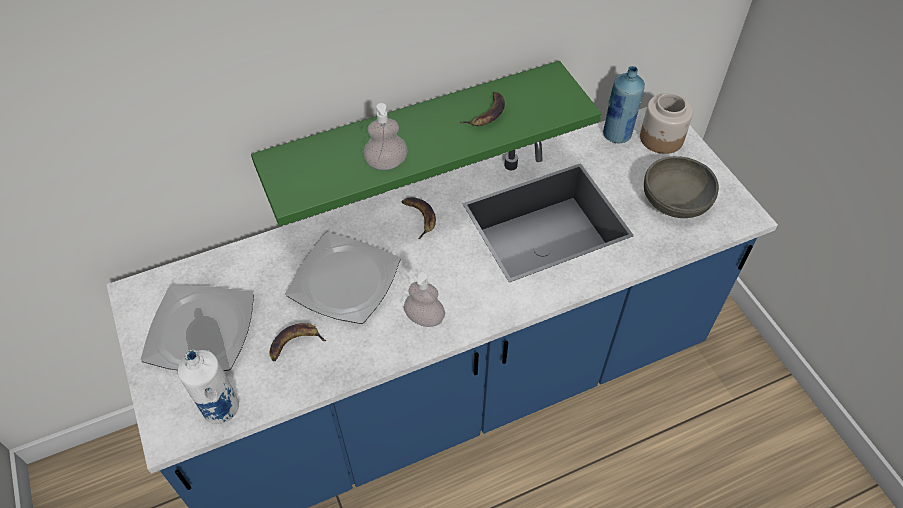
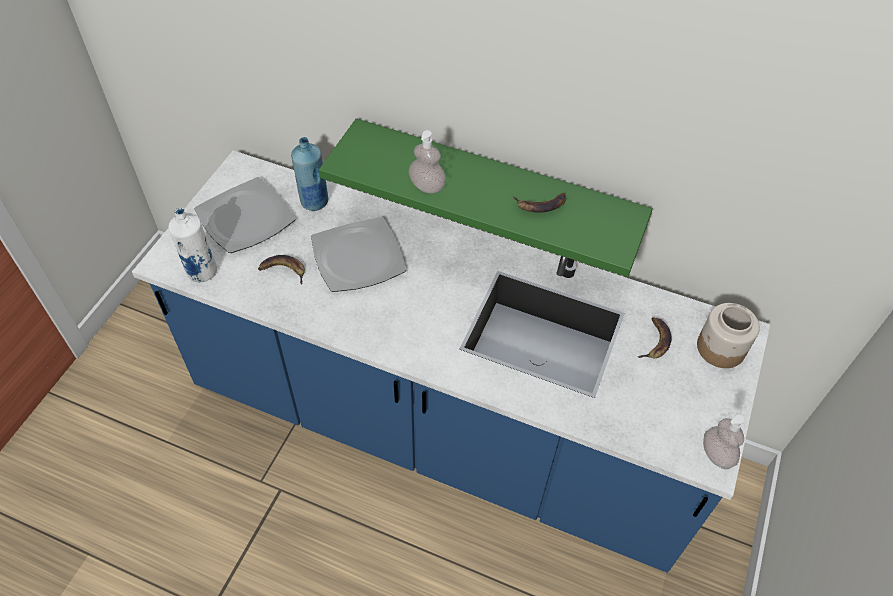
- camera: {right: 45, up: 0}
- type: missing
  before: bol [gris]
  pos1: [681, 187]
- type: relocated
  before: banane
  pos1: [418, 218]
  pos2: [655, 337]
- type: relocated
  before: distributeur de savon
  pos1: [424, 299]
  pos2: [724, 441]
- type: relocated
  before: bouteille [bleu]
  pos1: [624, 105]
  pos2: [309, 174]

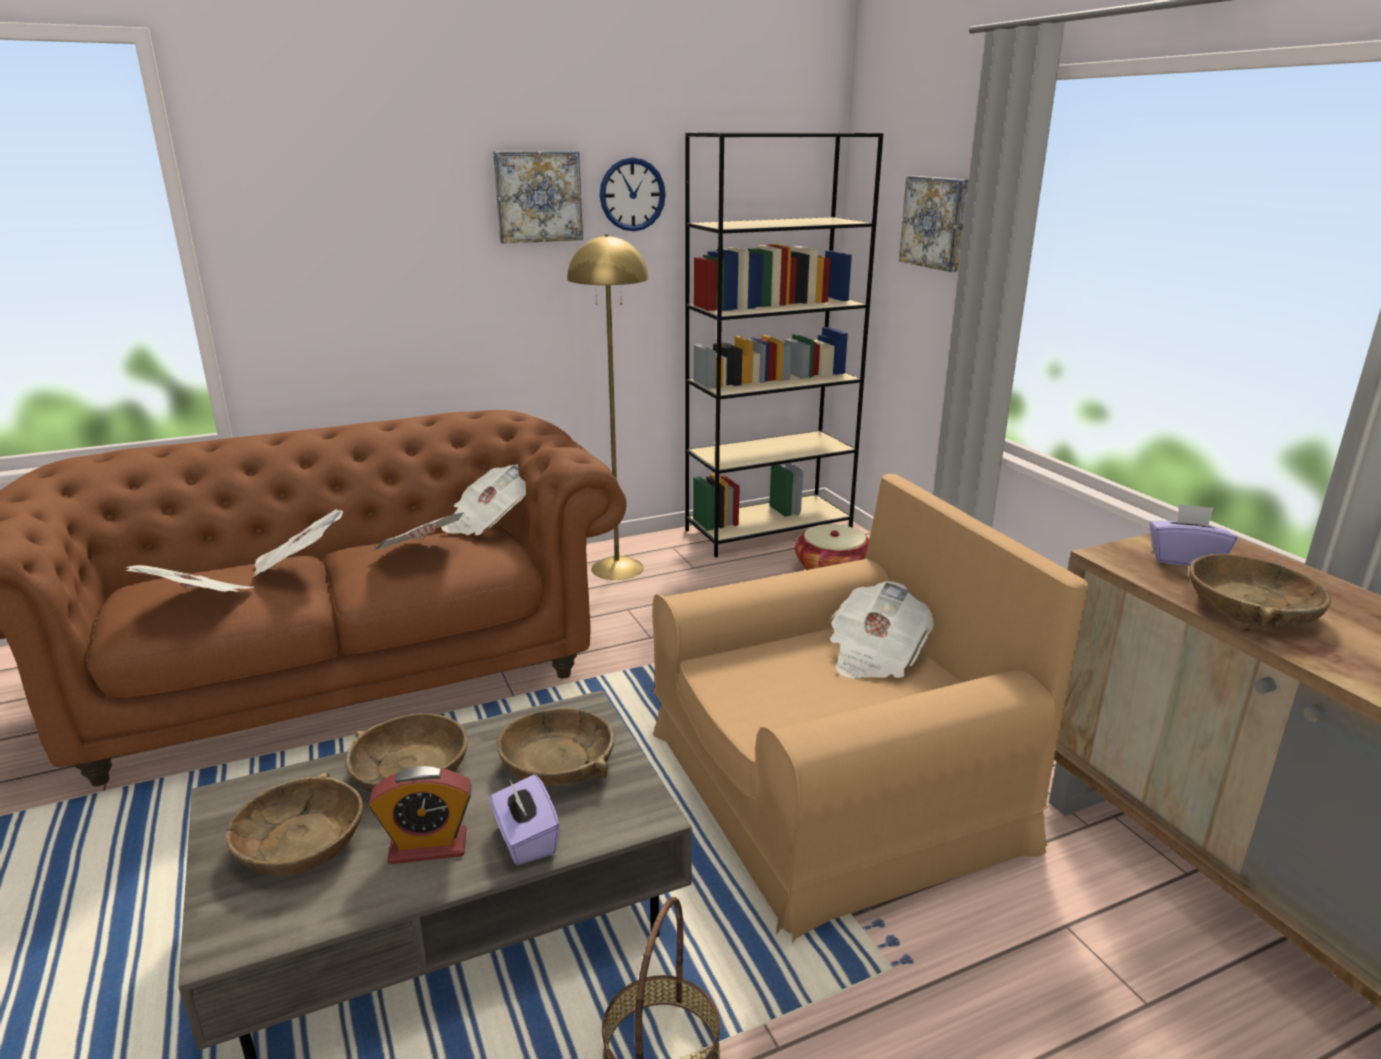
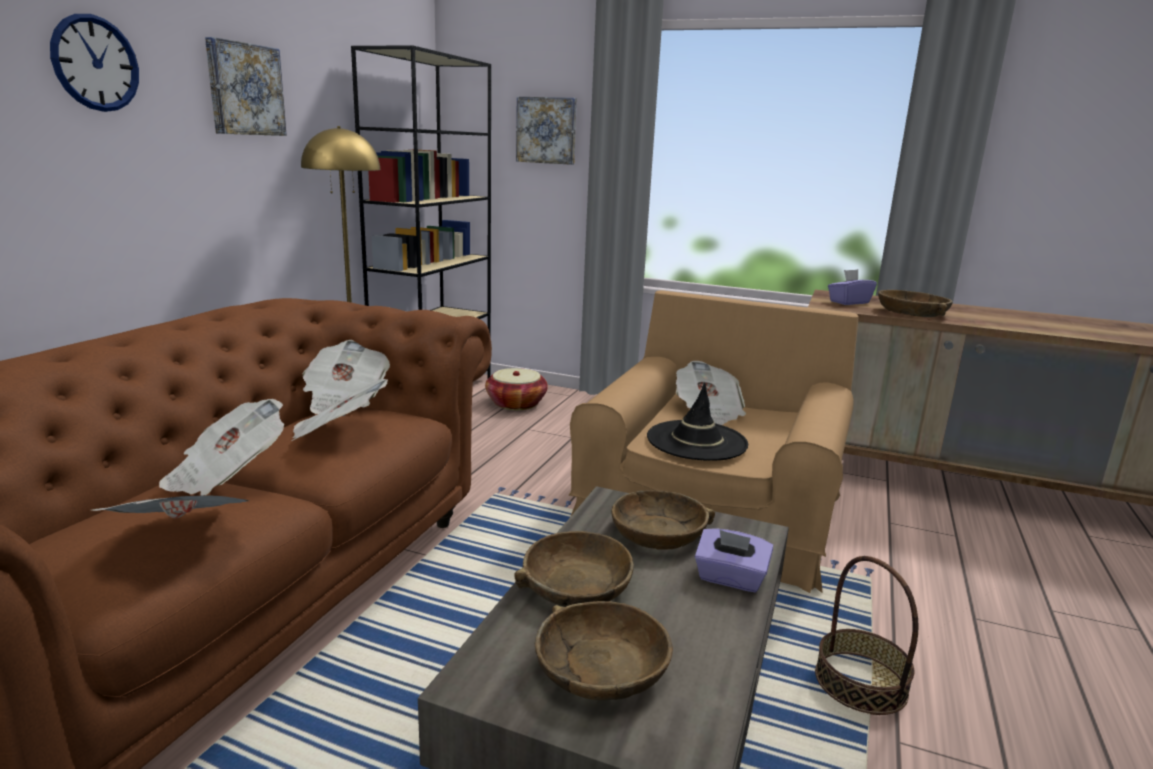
- camera: {right: -45, up: -5}
- type: missing
  before: réveil
  pos1: [420, 815]
- type: appeared
  after: chapeau [noir]
  pos2: [697, 421]
- type: relocated
  before: horloge murale
  pos1: [633, 194]
  pos2: [94, 63]

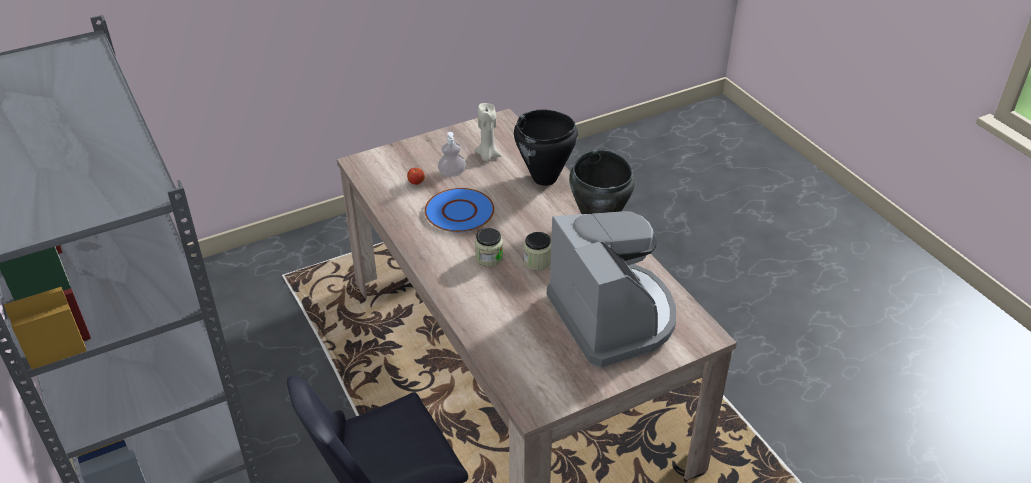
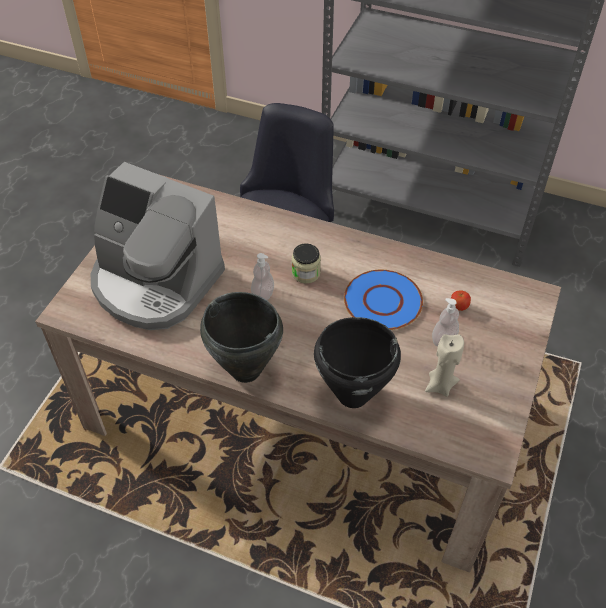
- camera: {right: 140, up: 10}
- type: exchanged
  before: bocal
  after: distributeur de savon
  pos1: [537, 251]
  pos2: [262, 276]

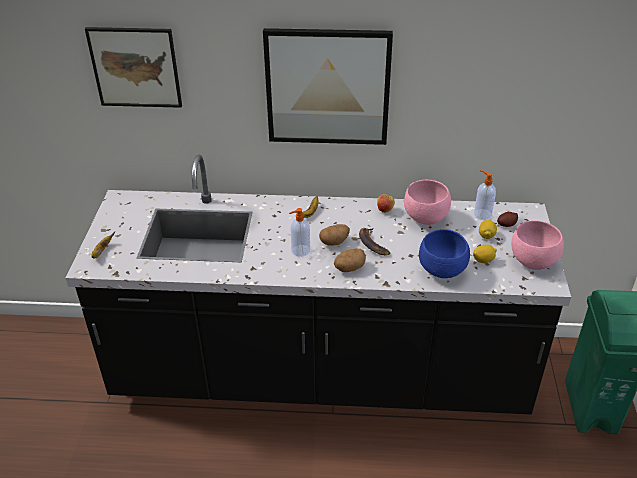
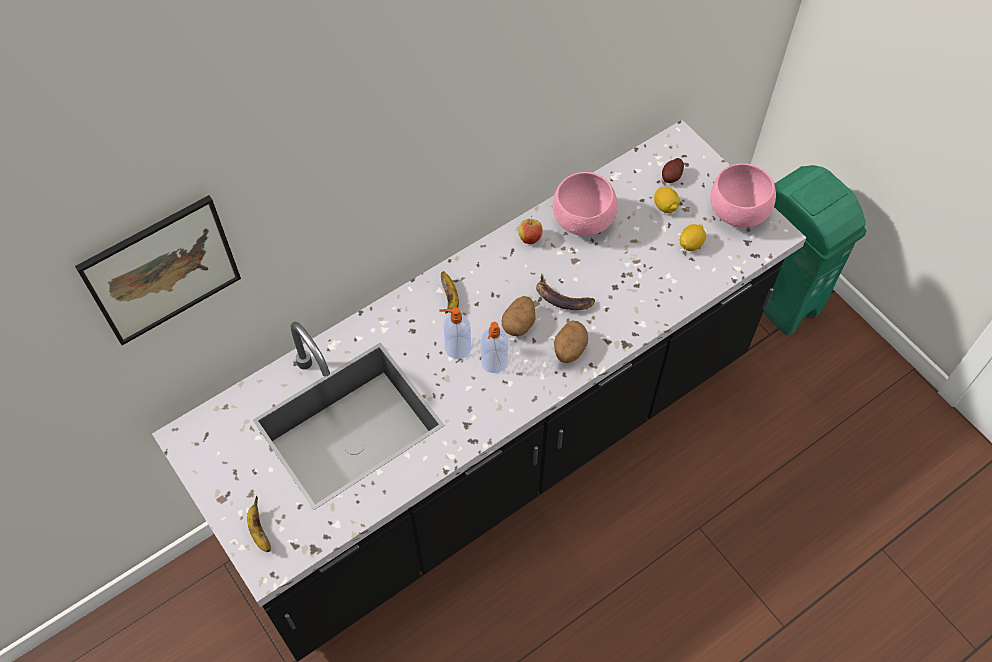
- camera: {right: -40, up: 20}
- type: missing
  before: tableau
  pos1: [328, 86]
- type: missing
  before: bol [bleu]
  pos1: [444, 253]
- type: relocated
  before: distributeur de savon
  pos1: [485, 195]
  pos2: [455, 333]

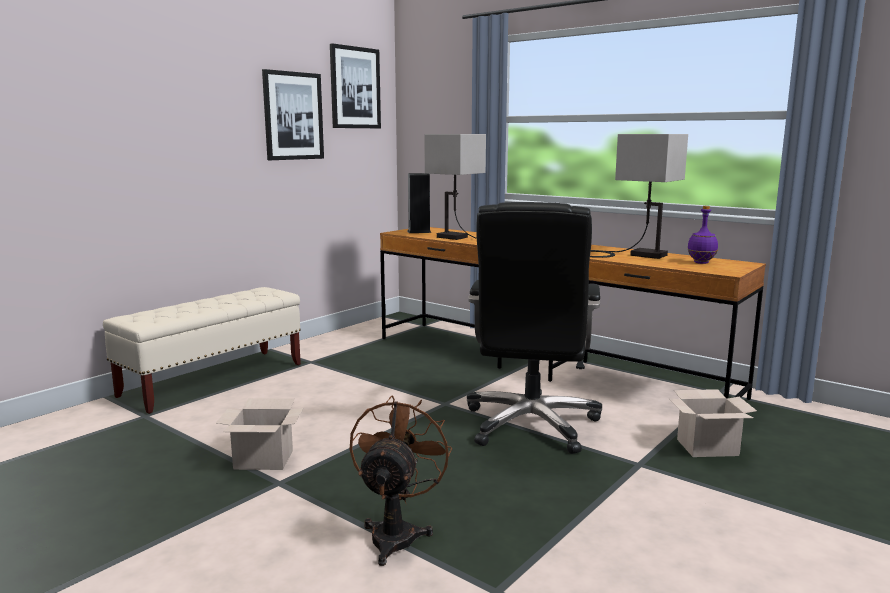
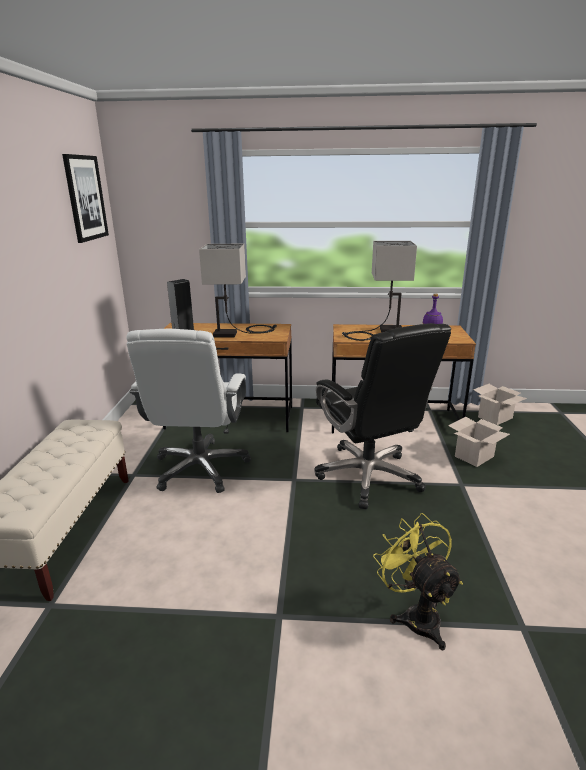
- camera: {right: -35, up: 10}
- type: missing
  before: tableau
  pos1: [293, 114]
- type: appeared
  after: chaise de bureau [blanc]
  pos2: [189, 411]
- type: relocated
  before: carton
  pos1: [259, 434]
  pos2: [500, 404]
- type: colour
  before: ventilateur [marron]
  after: ventilateur [jaune]
  pos1: [400, 480]
  pos2: [418, 582]

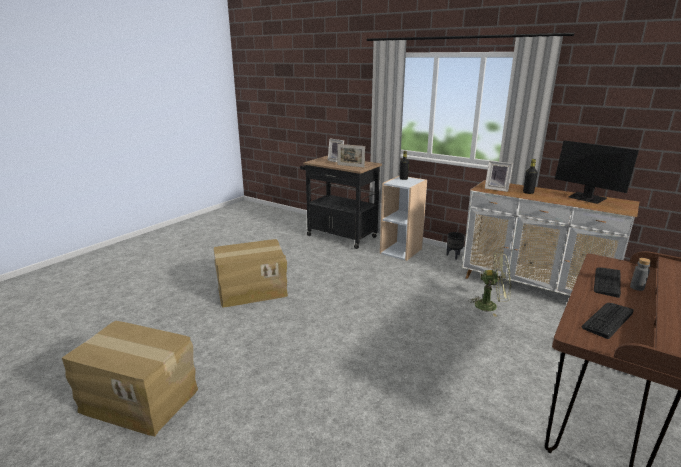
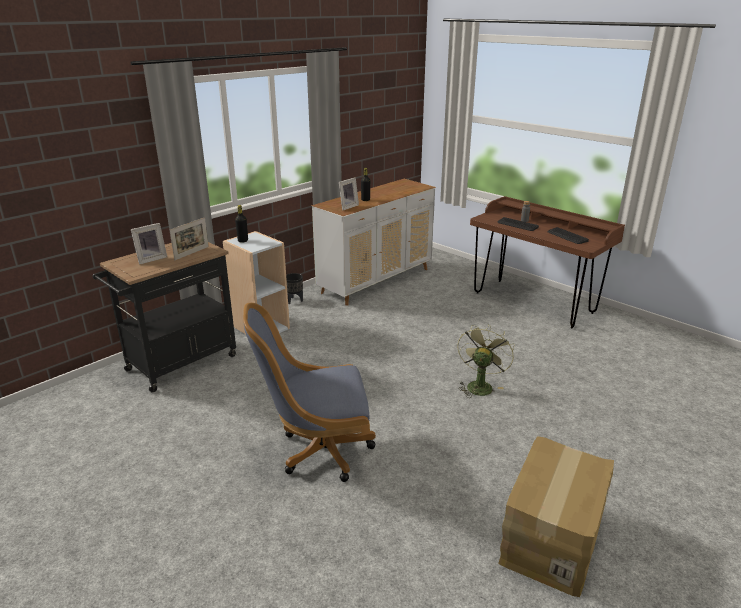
- camera: {right: -80, up: 5}
- type: missing
  before: écran d'ordinateur
  pos1: [597, 172]
- type: relocated
  before: ventilateur [vert]
  pos1: [489, 285]
  pos2: [485, 361]
- type: exchanged
  before: carton
  after: chaise de bureau [bleu]
  pos1: [251, 273]
  pos2: [309, 392]

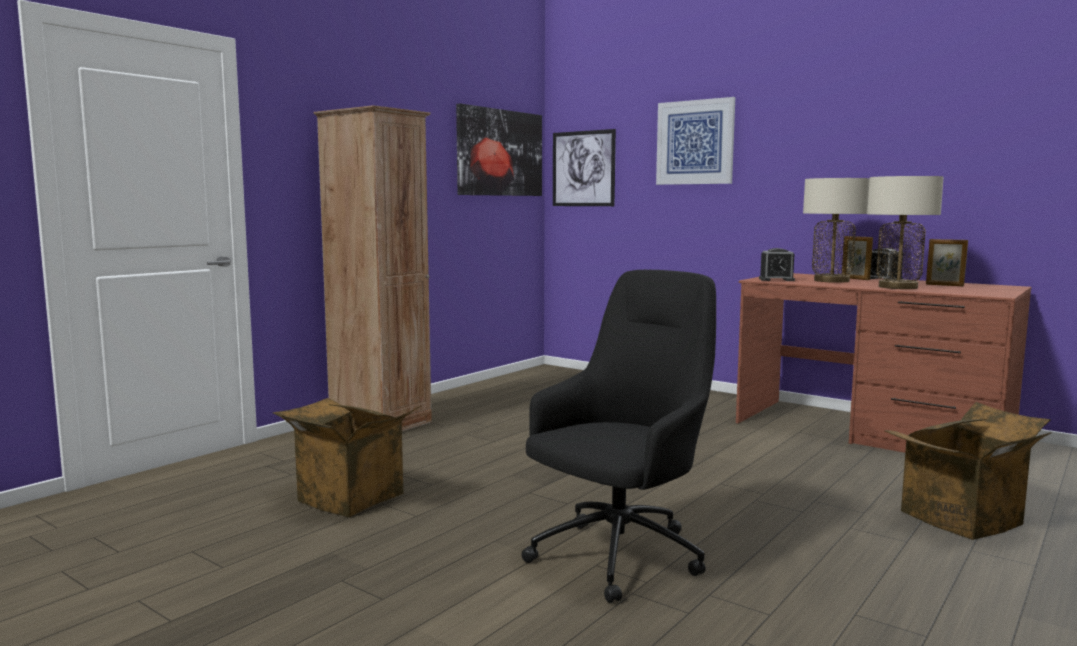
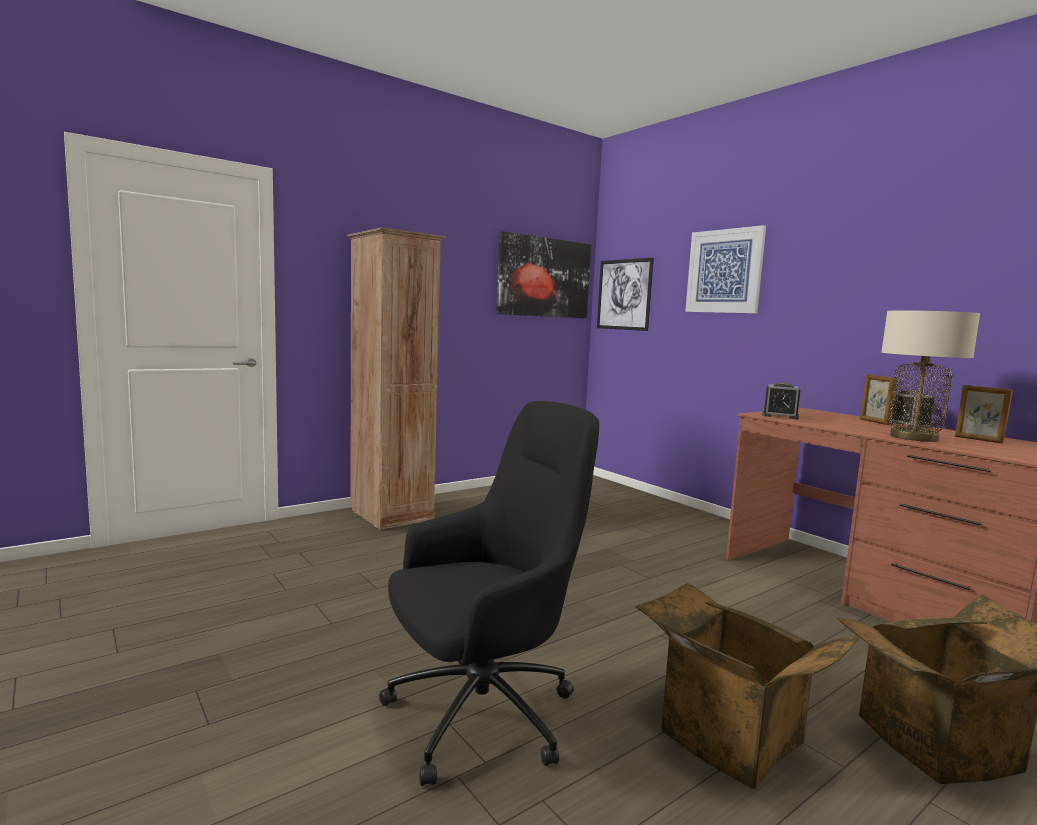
- camera: {right: 15, up: 0}
- type: missing
  before: lampe de table
  pos1: [836, 230]
- type: relocated
  before: carton
  pos1: [346, 457]
  pos2: [747, 686]

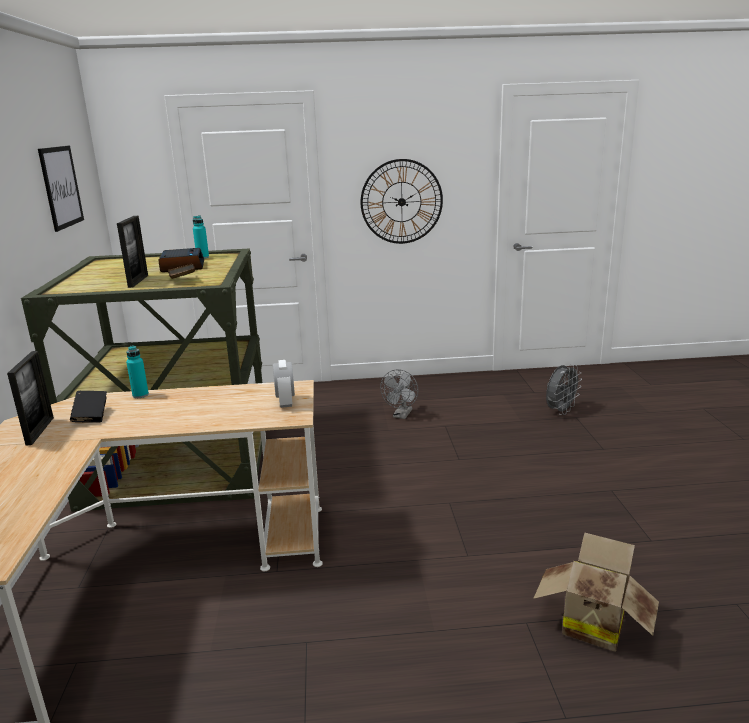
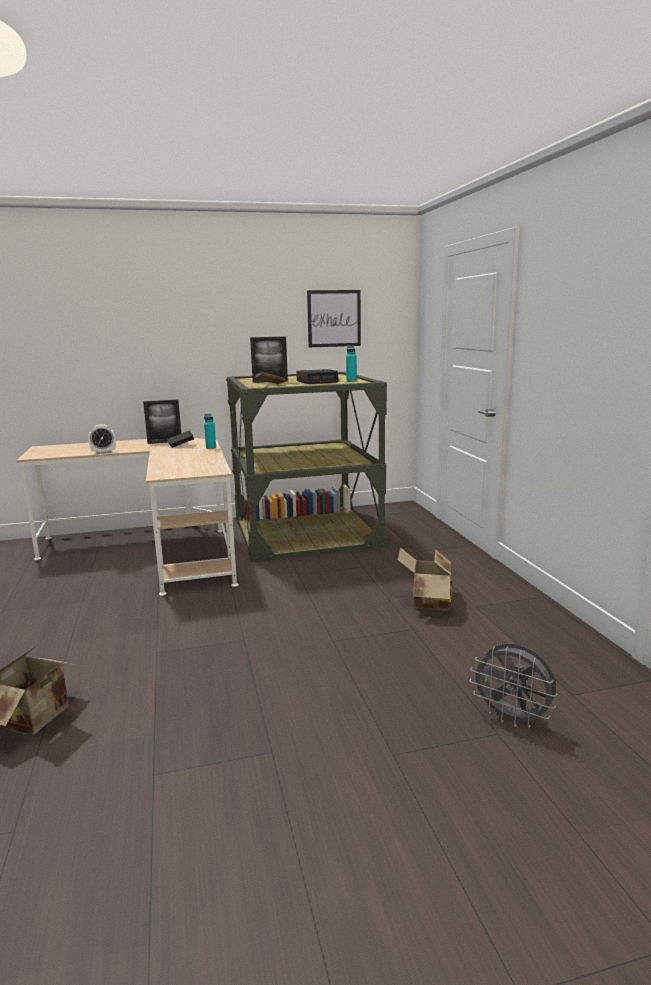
- camera: {right: 80, up: -5}
- type: missing
  before: horloge murale
  pos1: [402, 201]
- type: relocated
  before: réveil
  pos1: [284, 384]
  pos2: [102, 439]
- type: exchanged
  before: ventilateur [gris]
  after: carton
  pos1: [399, 394]
  pos2: [425, 578]

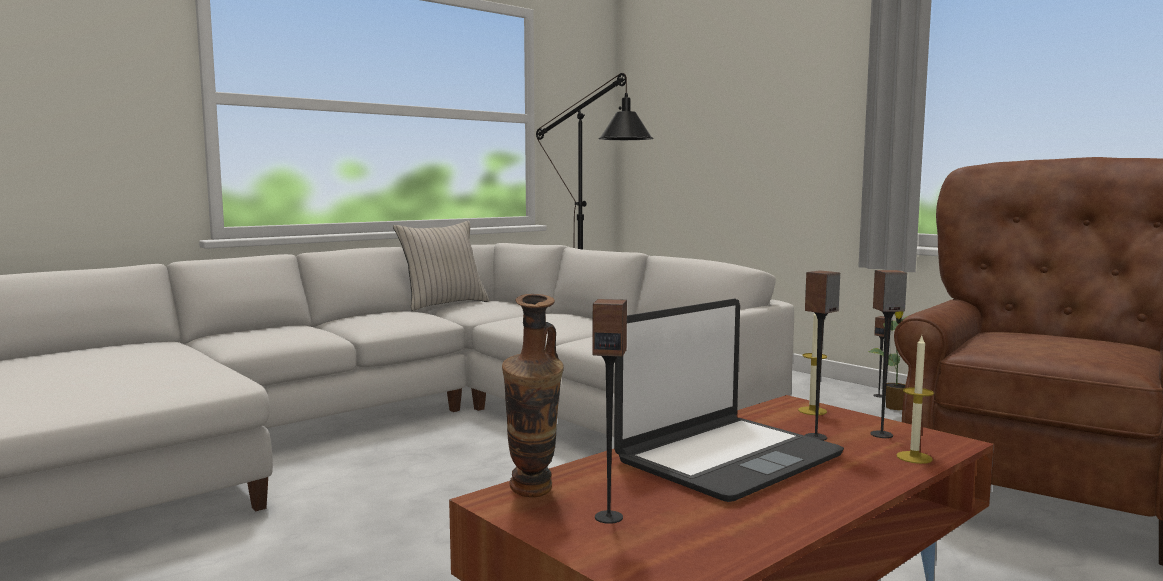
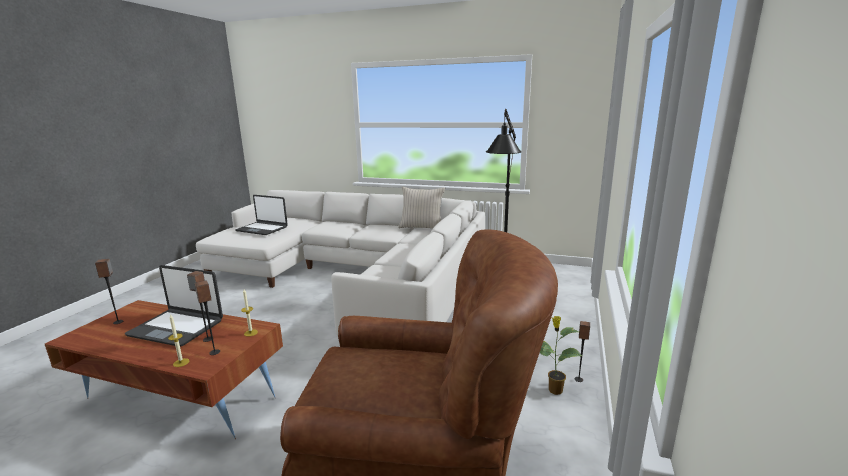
- camera: {right: 60, up: 10}
- type: missing
  before: vase
  pos1: [533, 395]
- type: appeared
  after: ordinateur portable
  pos2: [261, 215]

